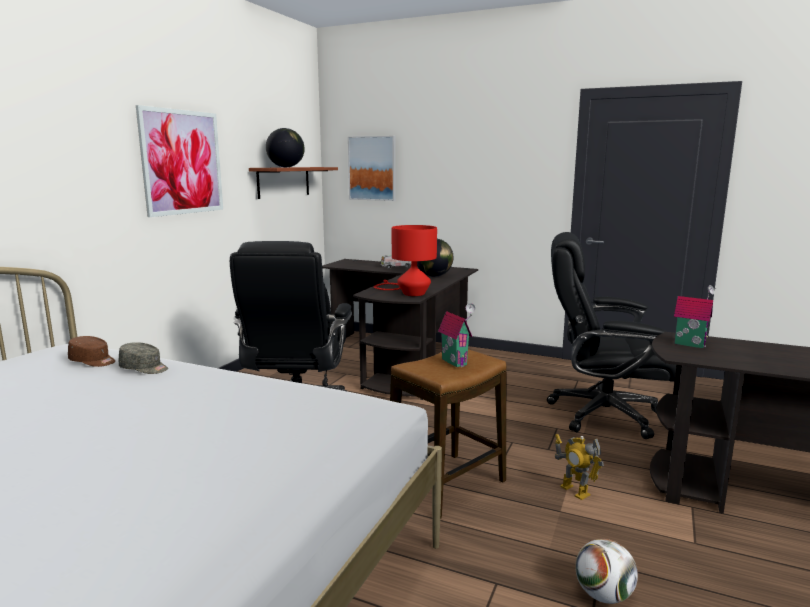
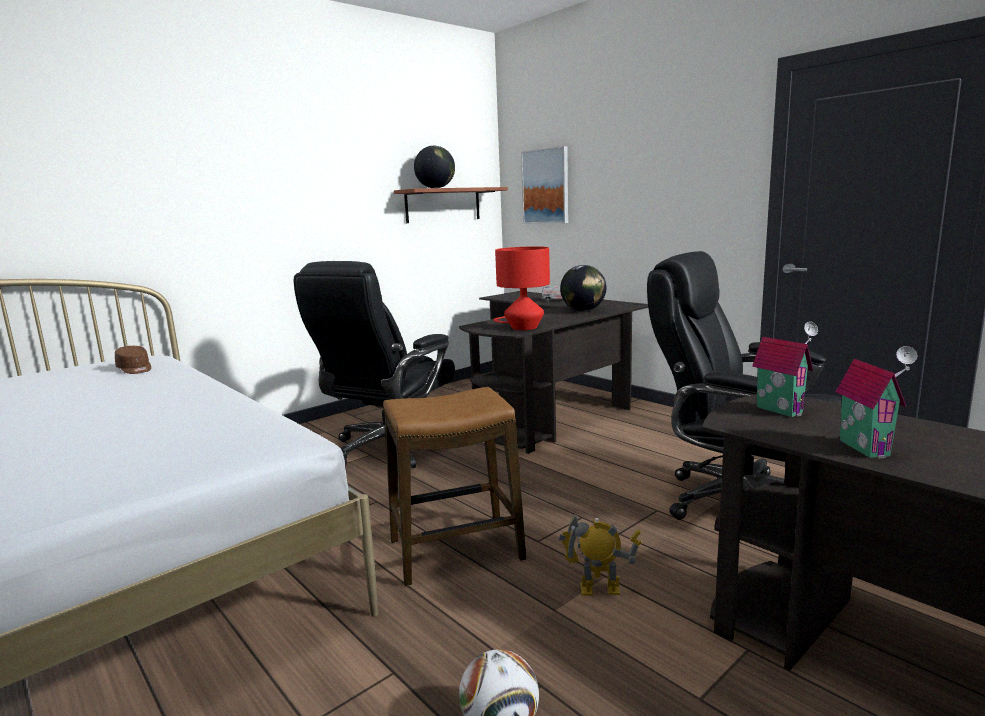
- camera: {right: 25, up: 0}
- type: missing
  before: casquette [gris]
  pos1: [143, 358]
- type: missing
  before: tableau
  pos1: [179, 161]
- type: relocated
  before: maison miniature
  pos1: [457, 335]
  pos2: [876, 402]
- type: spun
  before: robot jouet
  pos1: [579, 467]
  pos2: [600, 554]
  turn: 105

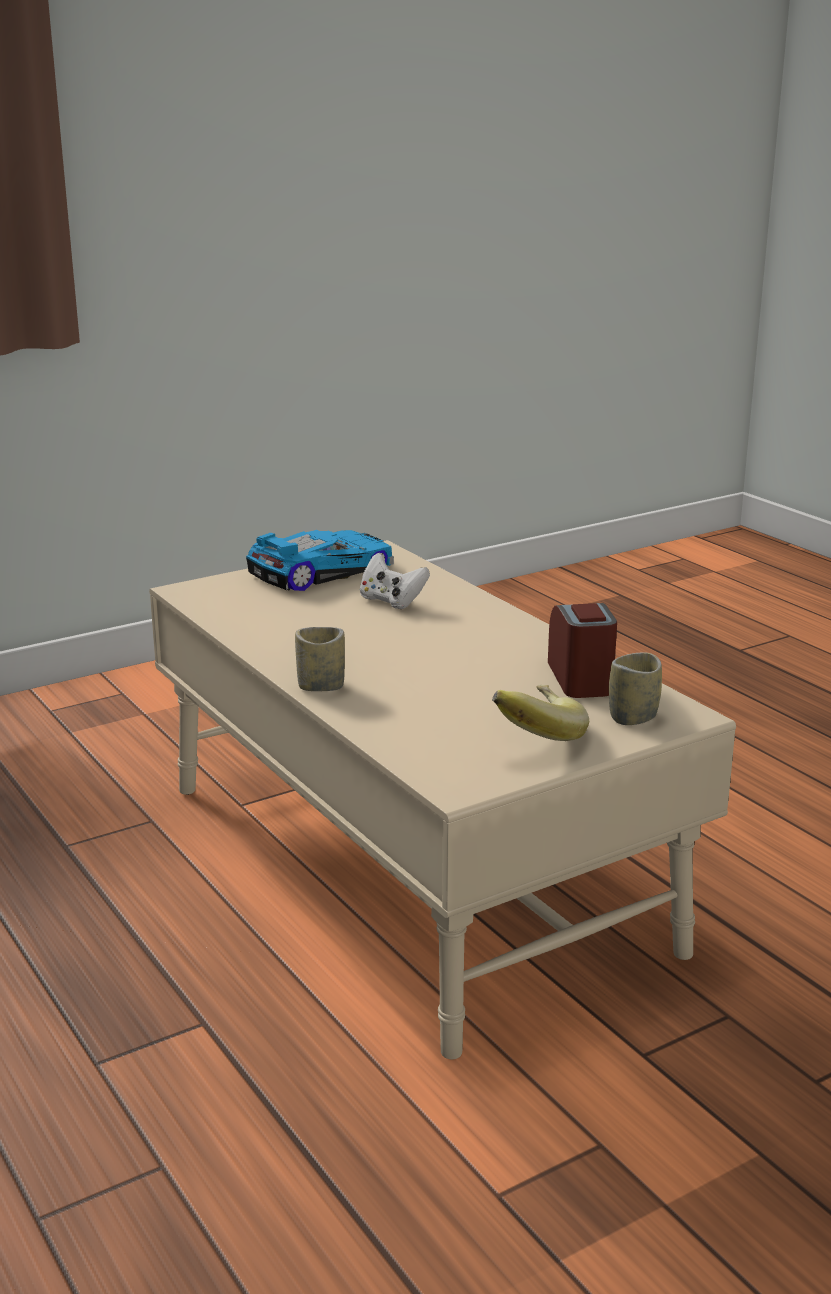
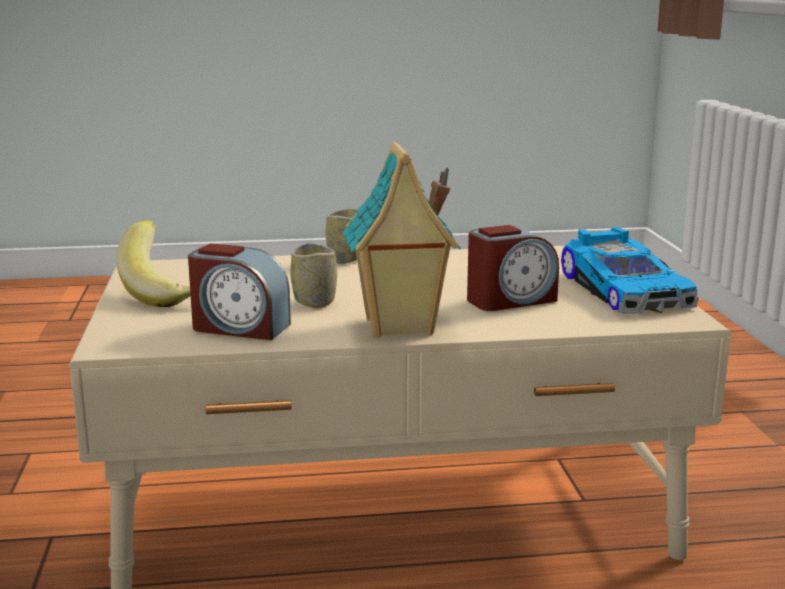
- camera: {right: 115, up: -5}
- type: appeared
  after: maison miniature
  pos2: [402, 239]
- type: relocated
  before: tasse
  pos1: [635, 688]
  pos2: [313, 275]
- type: exchanged
  before: manette [blanc]
  after: réveil
  pos1: [395, 581]
  pos2: [513, 268]

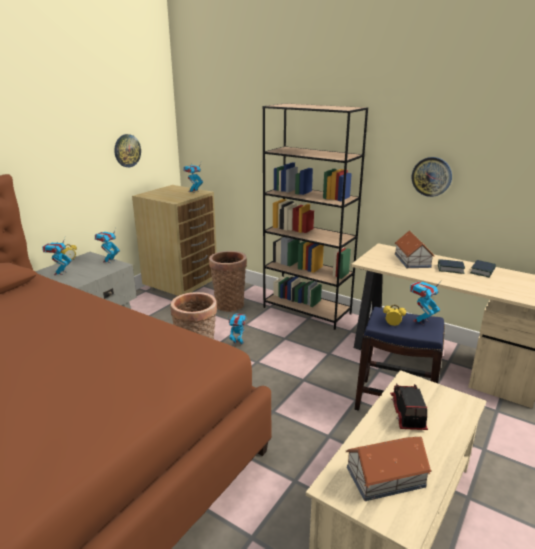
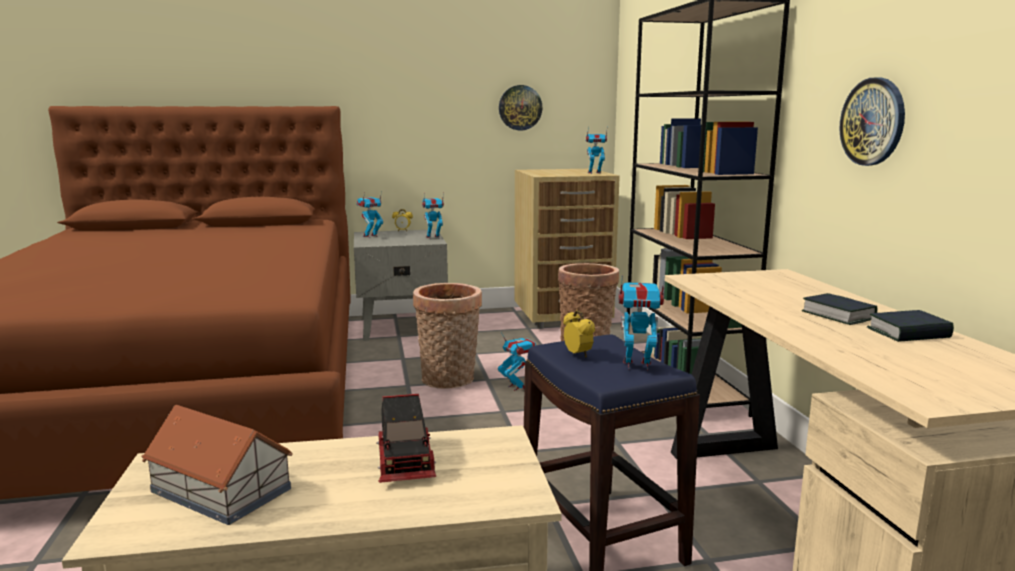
- camera: {right: 45, up: -10}
- type: missing
  before: maison miniature
  pos1: [415, 249]
- type: spun
  before: camion jouet
  pos1: [409, 406]
  pos2: [406, 438]
  turn: 120

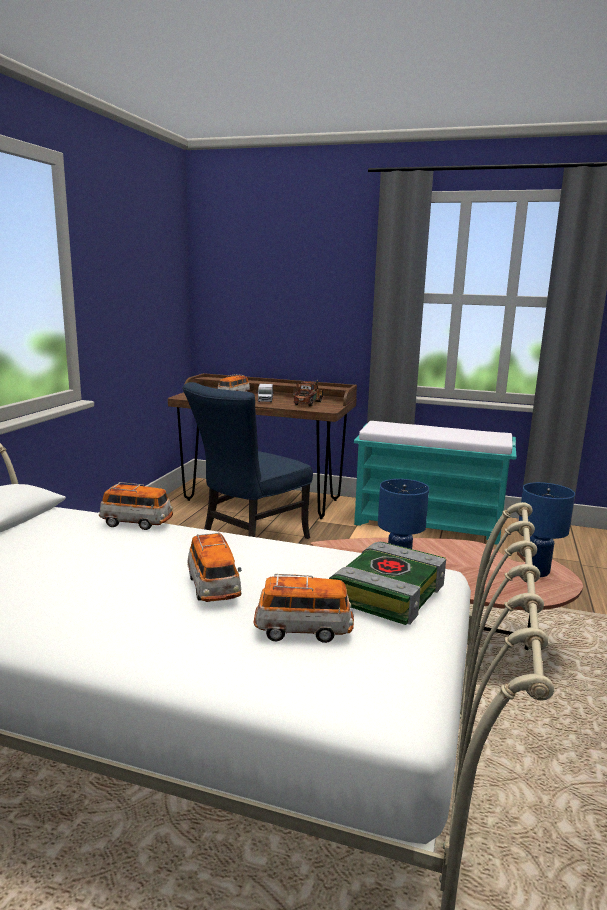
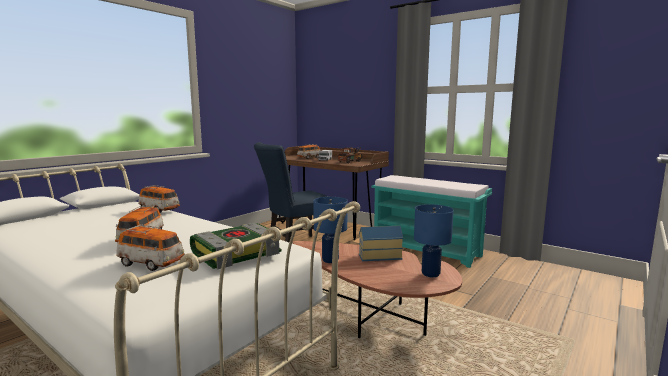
- camera: {right: 20, up: -5}
- type: appeared
  after: maison miniature
  pos2: [381, 243]

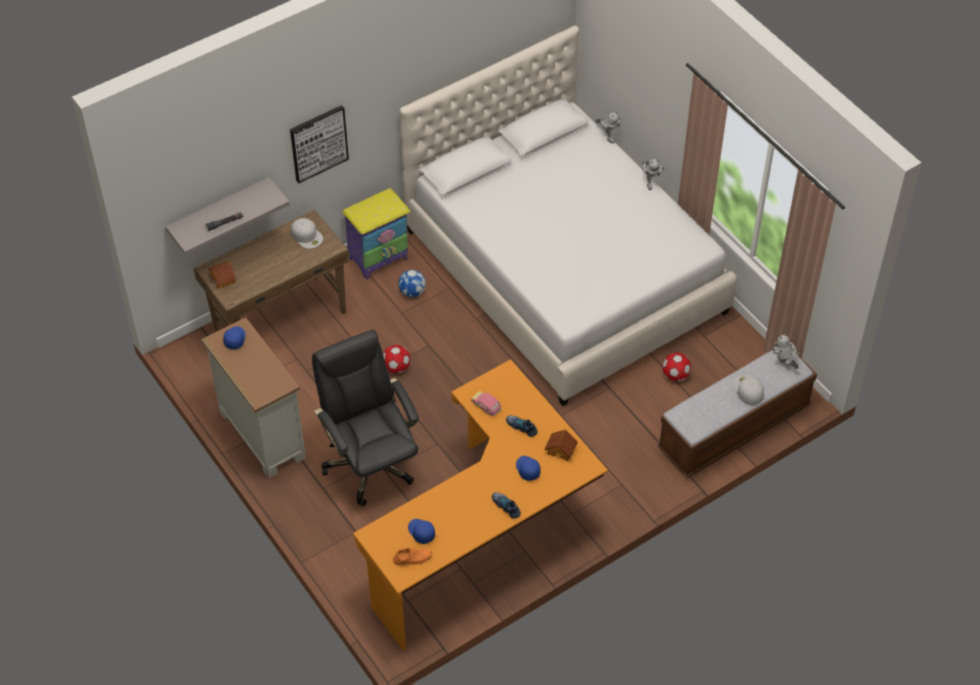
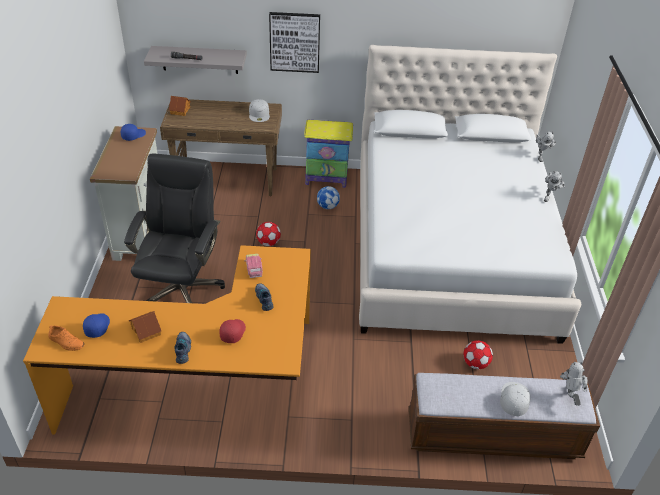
- camera: {right: 35, up: -10}
- type: relocated
  before: maison miniature
  pos1: [561, 445]
  pos2: [145, 327]
- type: colour
  before: casquette [bleu]
  after: casquette [rouge]
  pos1: [528, 468]
  pos2: [232, 331]

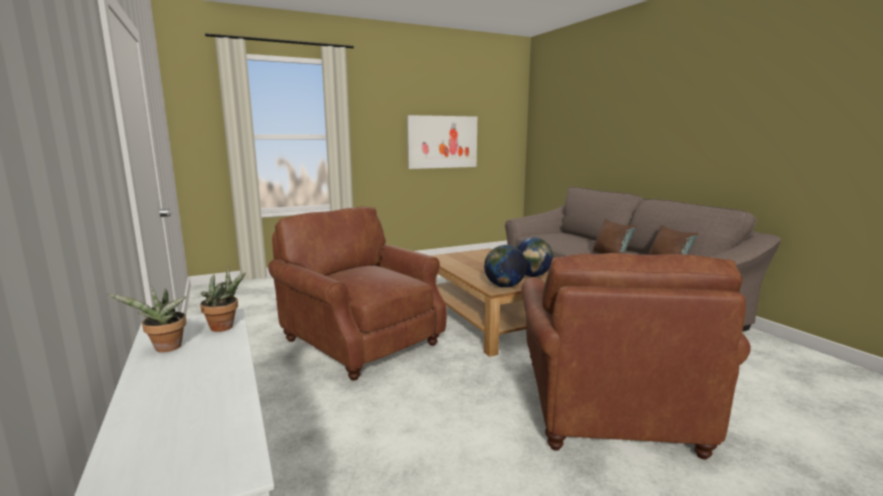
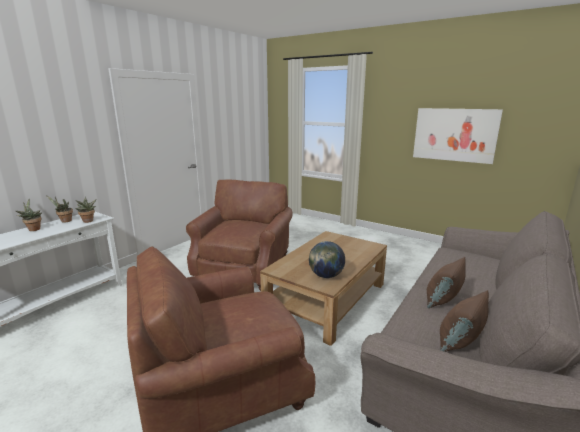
- camera: {right: 60, up: 5}
- type: missing
  before: globe
  pos1: [505, 266]
- type: appeared
  after: plante en pot
  pos2: [29, 215]

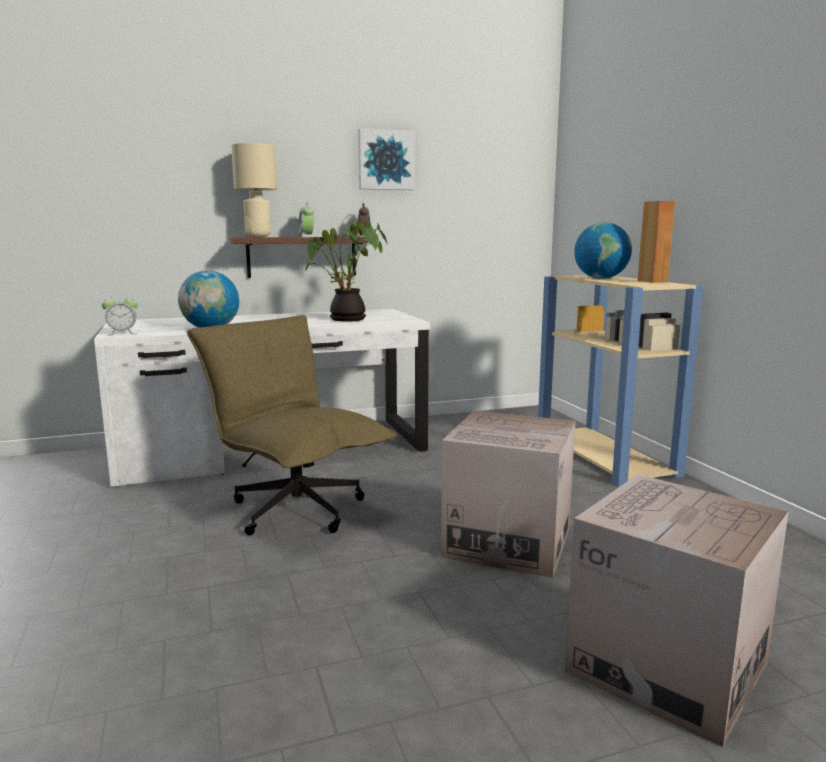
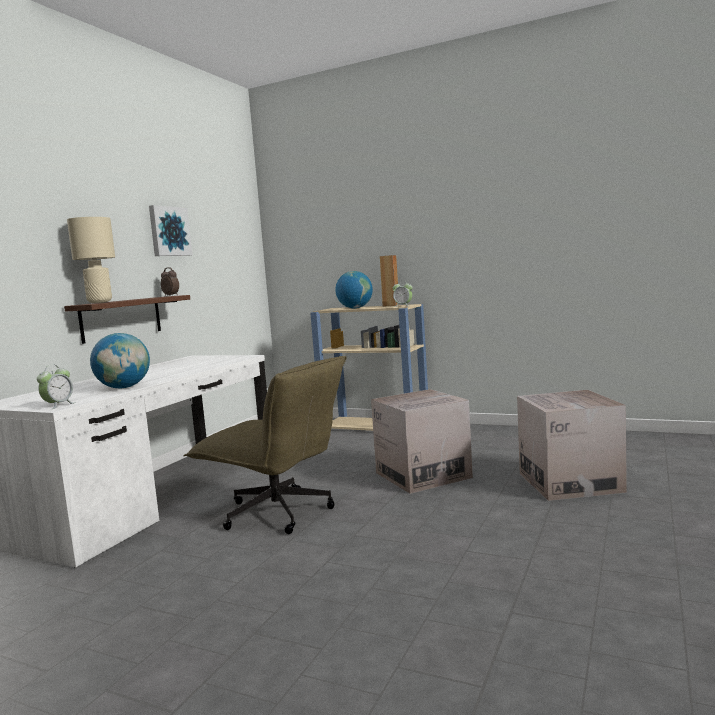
- camera: {right: -45, up: -5}
- type: missing
  before: plante en pot
  pos1: [346, 271]
- type: relocated
  before: réveil
  pos1: [306, 219]
  pos2: [403, 293]
- type: spun
  before: chaise de bureau [beige]
  pos1: [292, 425]
  pos2: [265, 445]
  turn: -150

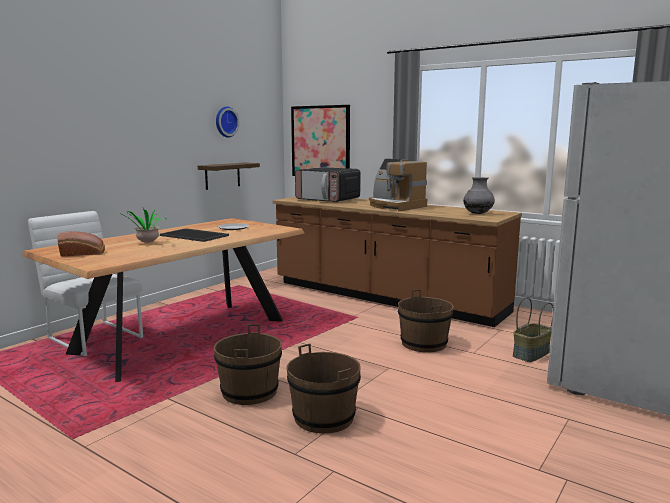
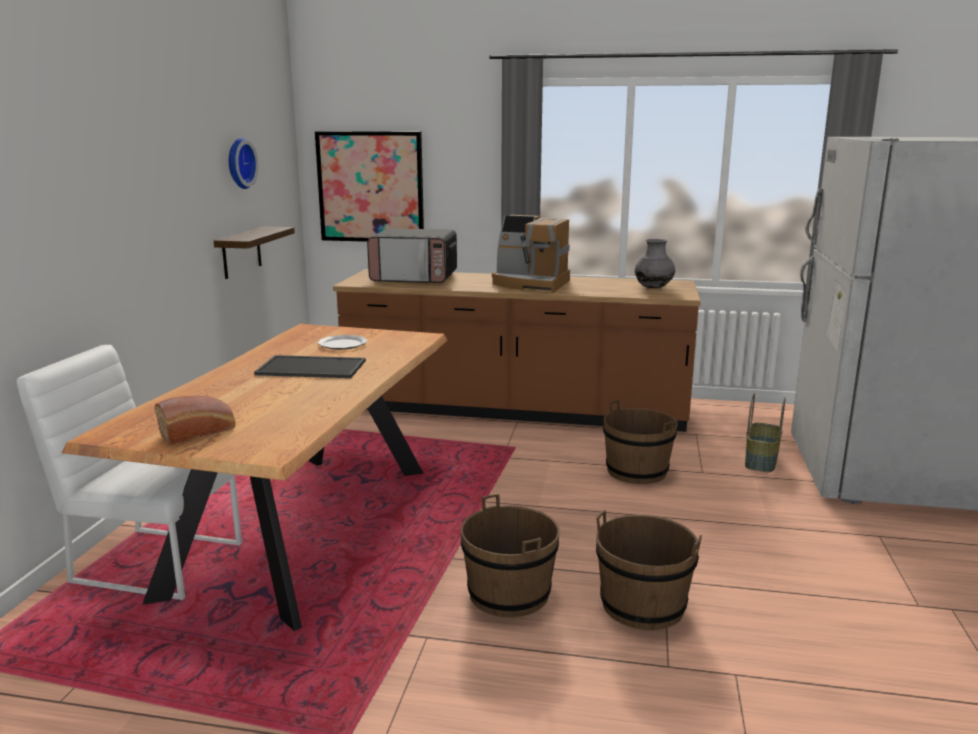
- camera: {right: -25, up: 5}
- type: missing
  before: plante en pot
  pos1: [145, 225]

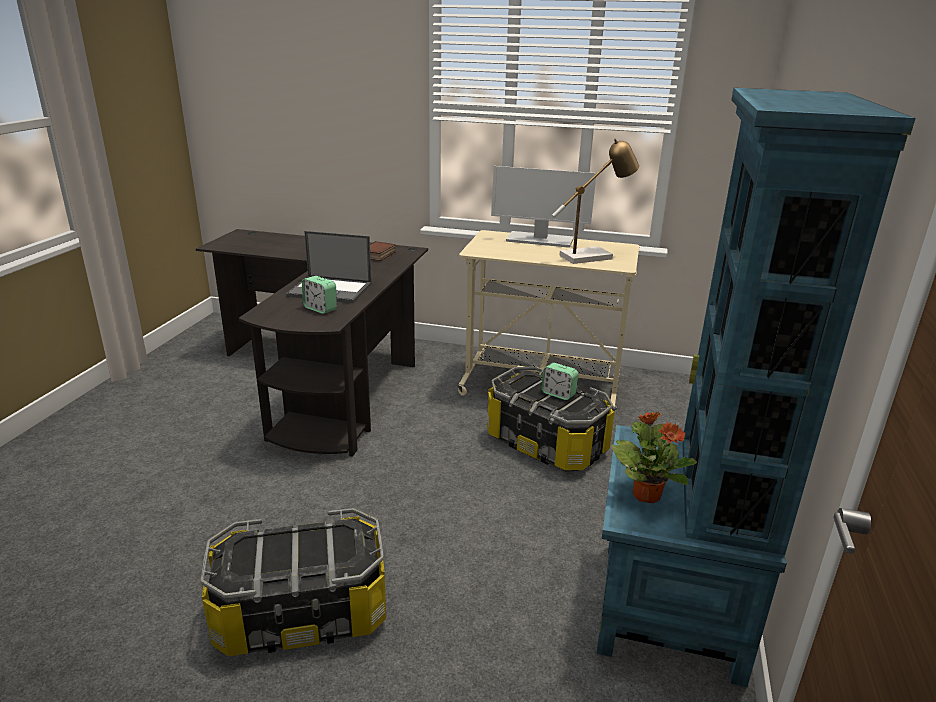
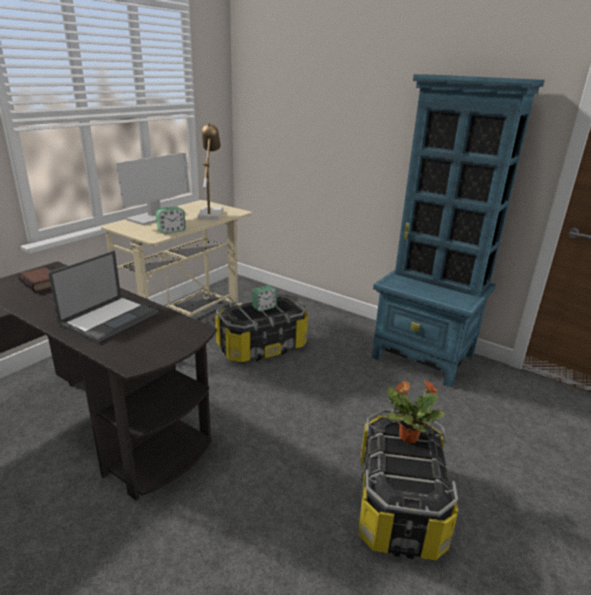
- camera: {right: -70, up: 0}
- type: relocated
  before: réveil
  pos1: [319, 295]
  pos2: [171, 220]
- type: relocated
  before: plante en pot
  pos1: [654, 457]
  pos2: [415, 411]

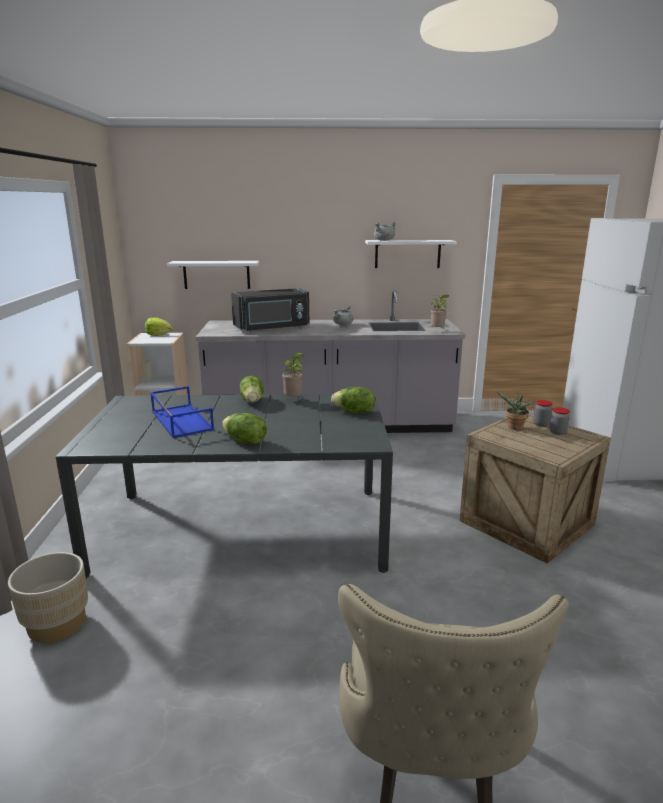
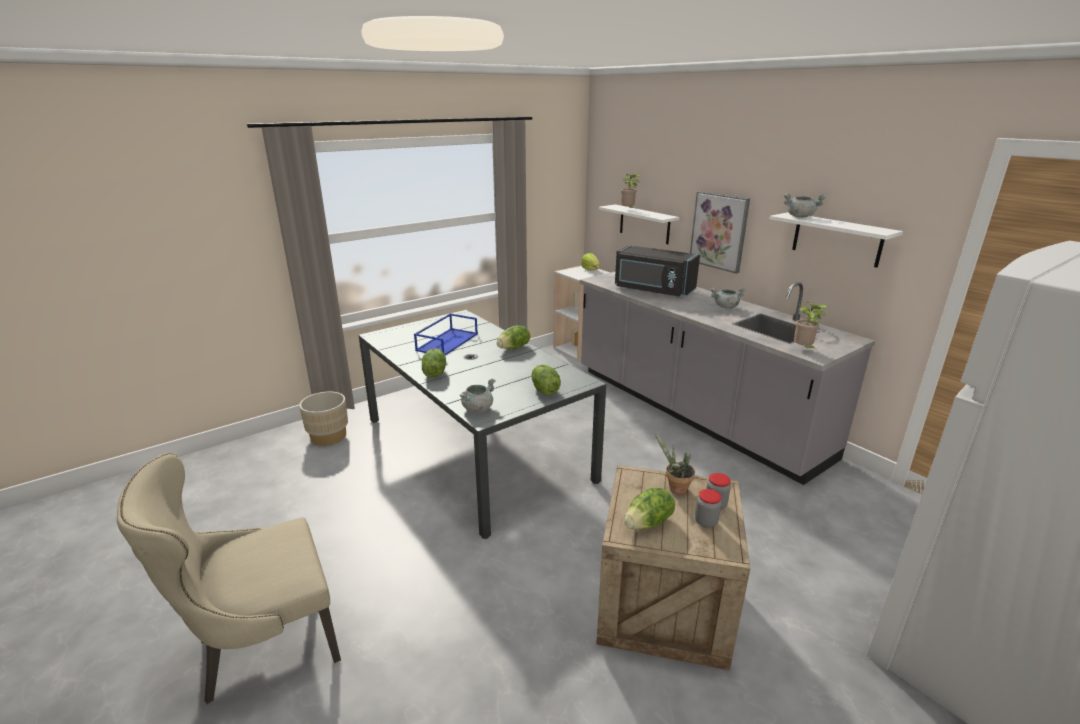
- camera: {right: 55, up: 5}
- type: appeared
  after: marmite [gris]
  pos2: [477, 395]
- type: appeared
  after: laitue
  pos2: [649, 508]
- type: appeared
  after: tableau
  pos2: [720, 232]
- type: relocated
  before: plante en pot
  pos1: [293, 374]
  pos2: [631, 191]

